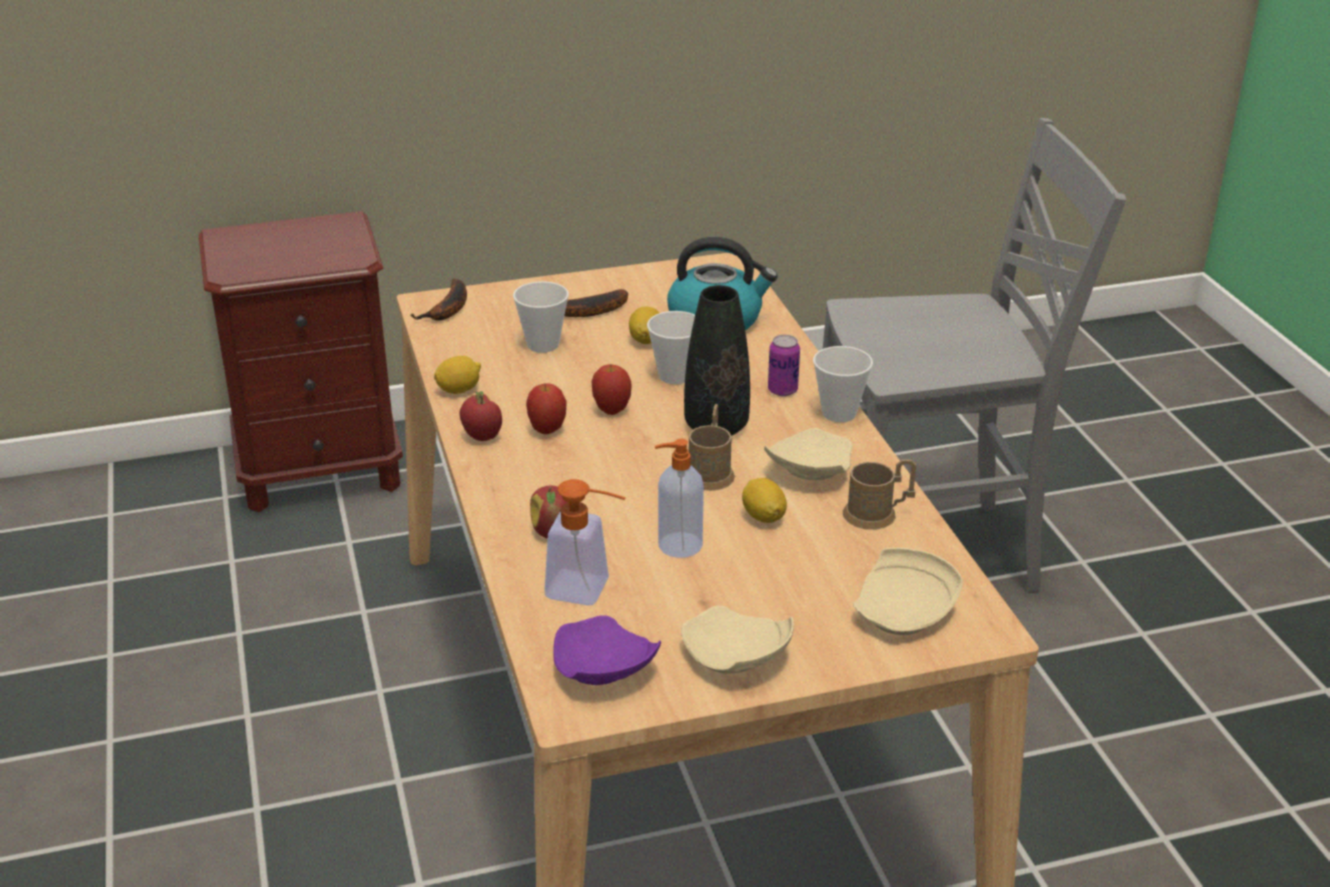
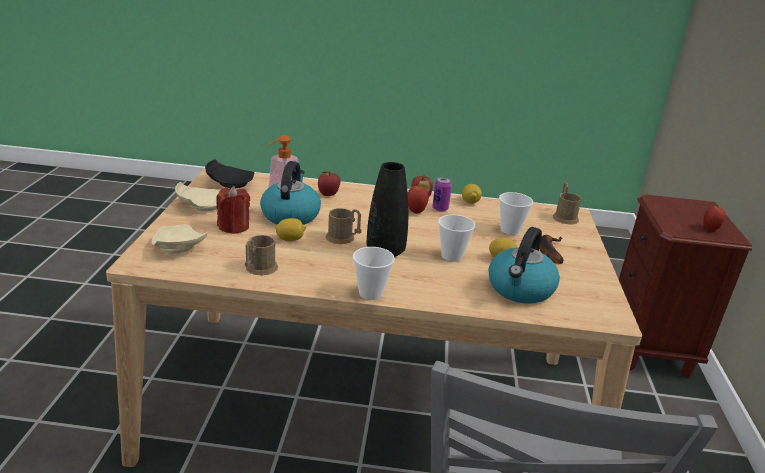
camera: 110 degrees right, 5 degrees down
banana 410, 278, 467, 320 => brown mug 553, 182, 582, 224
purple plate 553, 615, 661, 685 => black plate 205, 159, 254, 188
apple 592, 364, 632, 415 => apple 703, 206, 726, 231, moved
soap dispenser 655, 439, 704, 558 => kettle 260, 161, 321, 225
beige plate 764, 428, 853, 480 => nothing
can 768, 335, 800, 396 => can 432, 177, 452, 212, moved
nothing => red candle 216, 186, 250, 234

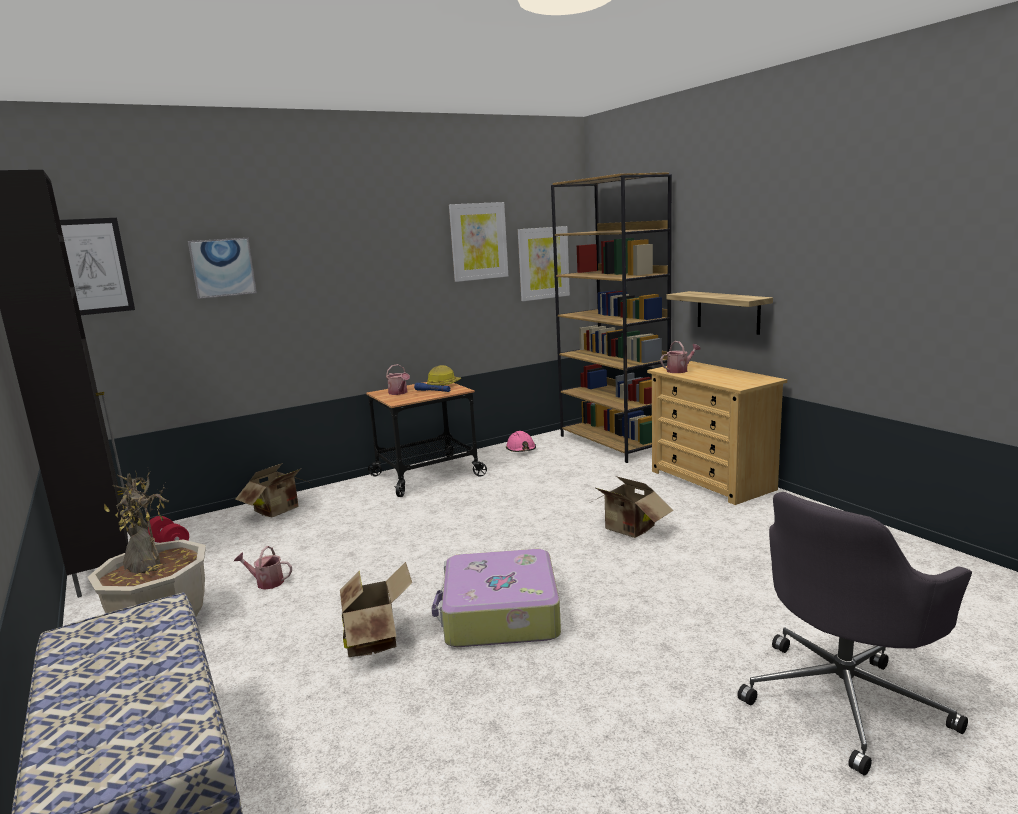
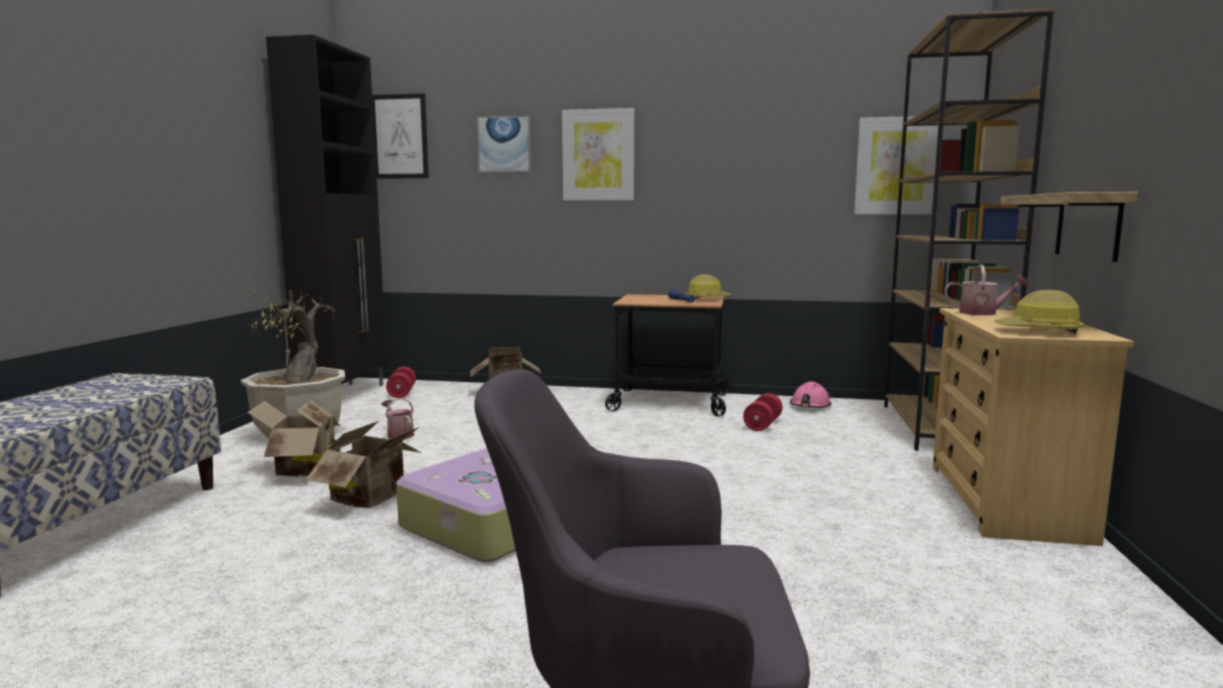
camera: 40 degrees right, 5 degrees down
watering can 386, 364, 410, 395 => nothing
picture 449, 202, 508, 282 => picture 562, 108, 634, 201, moved
cardboard box 590, 476, 674, 538 => cardboard box 247, 399, 340, 477, moved
nothing => red dumbbell 743, 393, 783, 431
nothing => hard hat 994, 290, 1084, 334

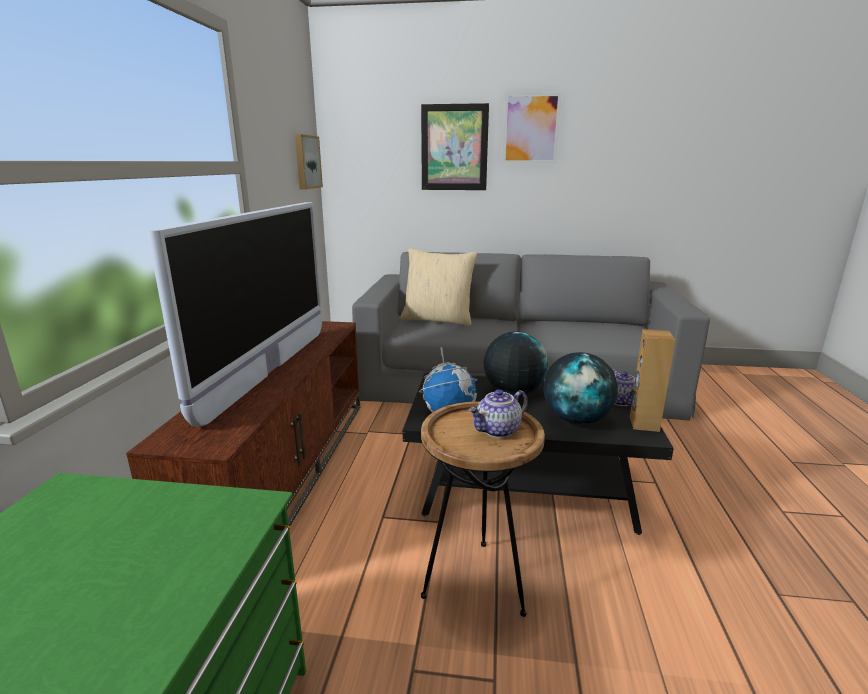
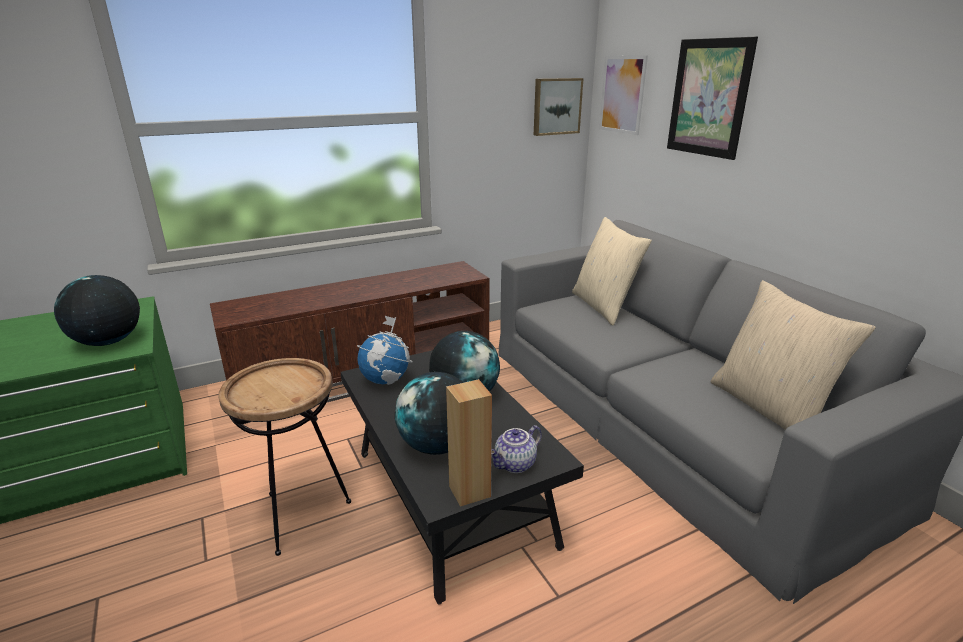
camera: 55 degrees right, 5 degrees up
television 147, 202, 322, 427 => nothing
teapot 468, 389, 528, 438 => nothing
picture 502, 93, 562, 164 => picture 599, 55, 648, 135, moved
nothing => globe 54, 275, 140, 346
nothing => beige pillow 711, 280, 876, 430

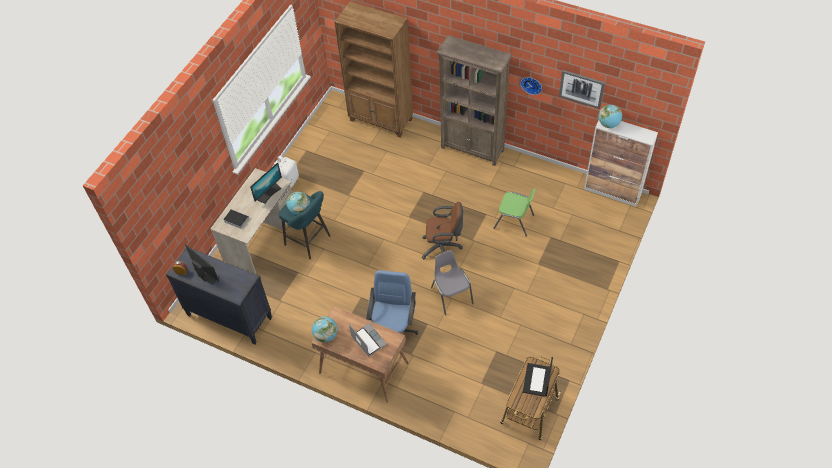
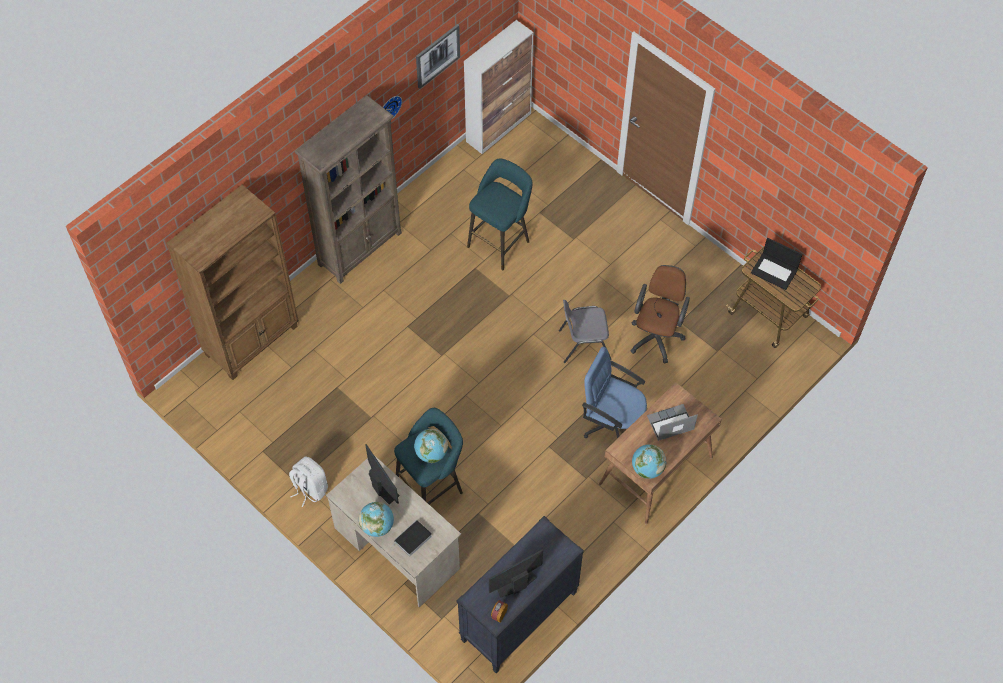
camera: 75 degrees left, 5 degrees up
brown office chair 422, 202, 463, 259 => brown office chair 630, 265, 690, 363, moved
green chair 494, 188, 536, 237 => turquoise stool 467, 159, 533, 270
globe 598, 105, 622, 128 => globe 359, 502, 394, 537, moved

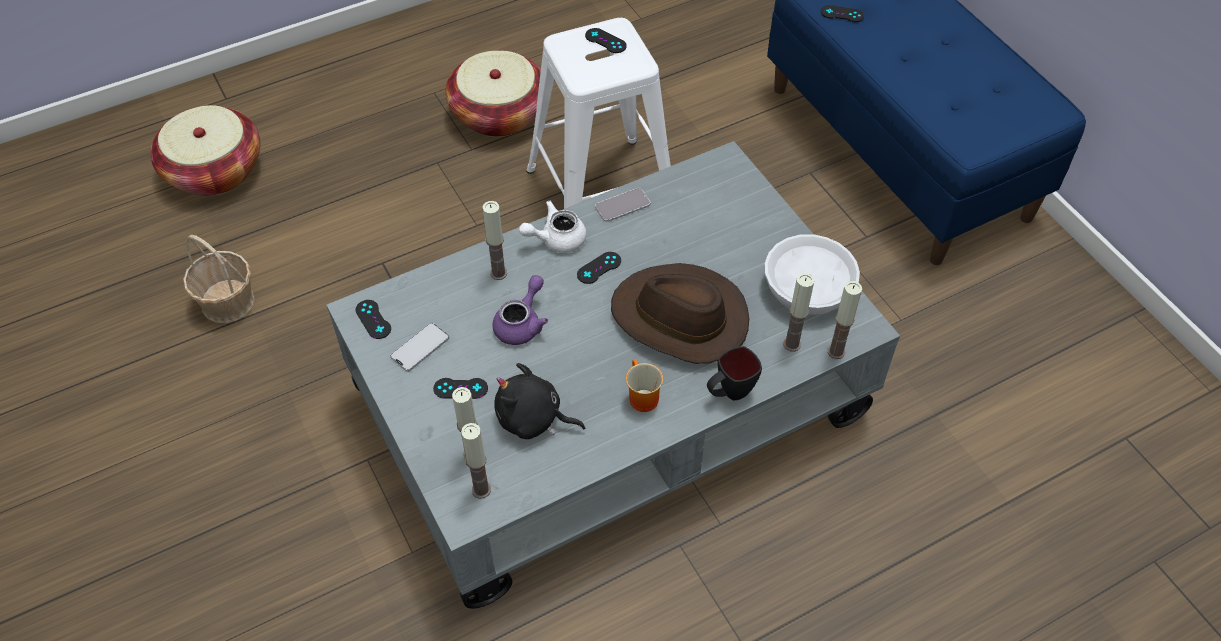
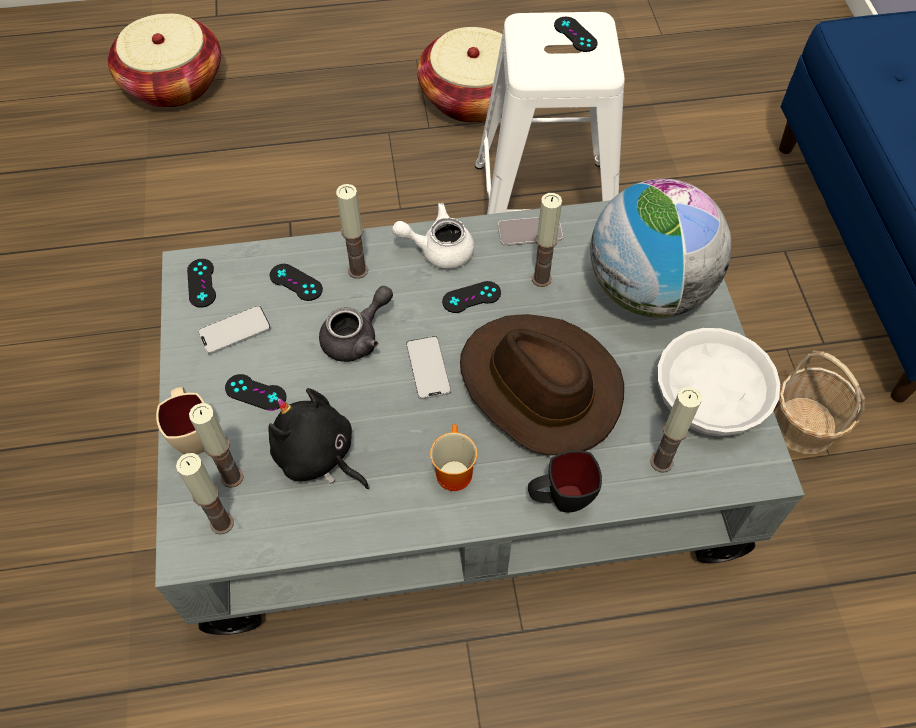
camera: 20 degrees right, 5 degrees up
basket 183, 235, 255, 323 => basket 774, 351, 865, 454, moved
purple teapot 492, 275, 548, 345 => grey teapot 319, 286, 393, 362
black game controller 821, 5, 864, 22 => black game controller 270, 264, 323, 301, moved
candle 827, 281, 862, 359 => candle 532, 193, 562, 287, moved
nothing => beige mug 156, 387, 205, 455
nothing => phone 406, 336, 451, 400
nothing => globe 590, 179, 732, 318

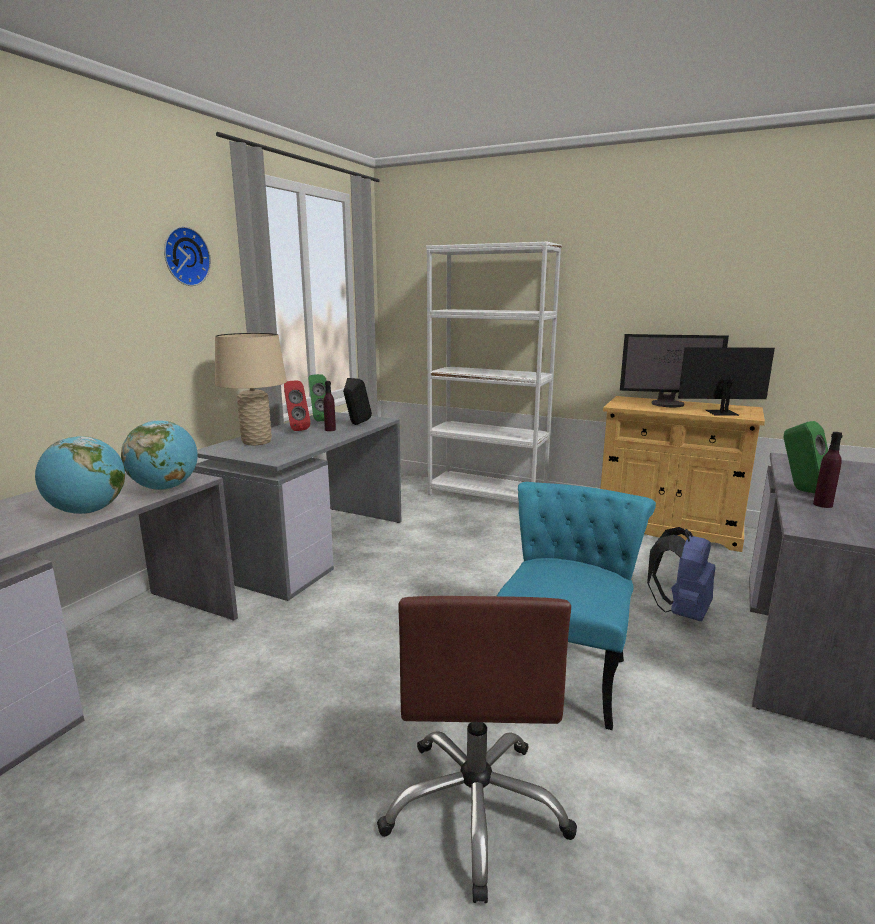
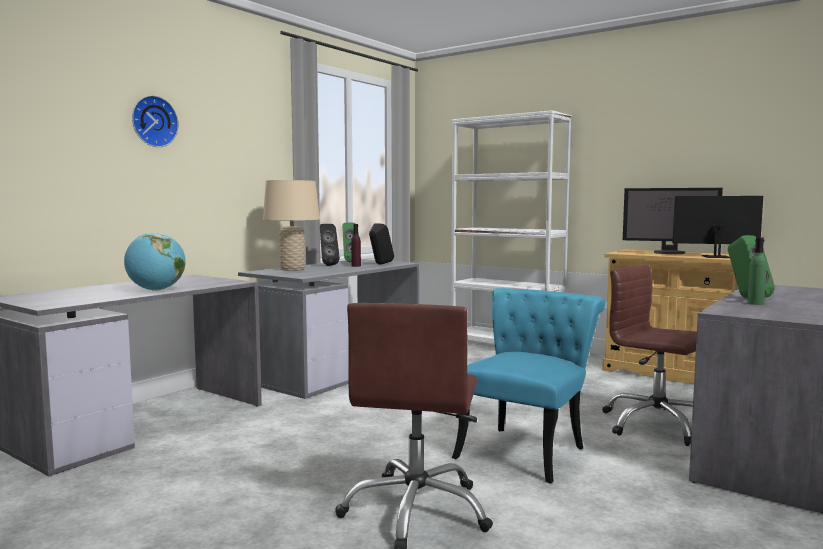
camera: 10 degrees right, 10 degrees down
globe 121, 420, 198, 490 => nothing
wall clock 164, 226, 211, 286 => wall clock 132, 95, 179, 147, moved
red speaker 284, 381, 311, 431 => black speaker 320, 224, 340, 266
blue backpack 647, 527, 715, 621 => brown office chair 602, 264, 697, 446
purple bottle 813, 432, 843, 508 => green bottle 747, 237, 767, 305

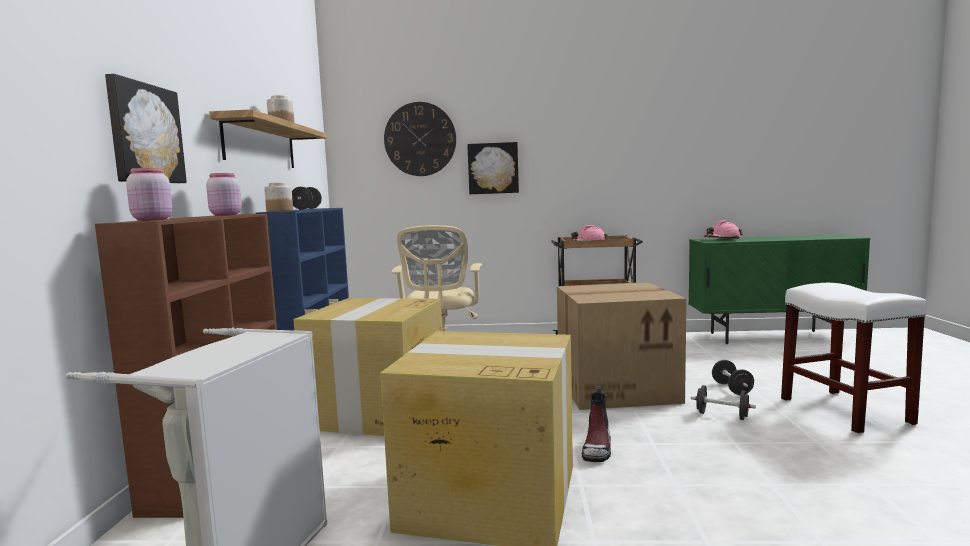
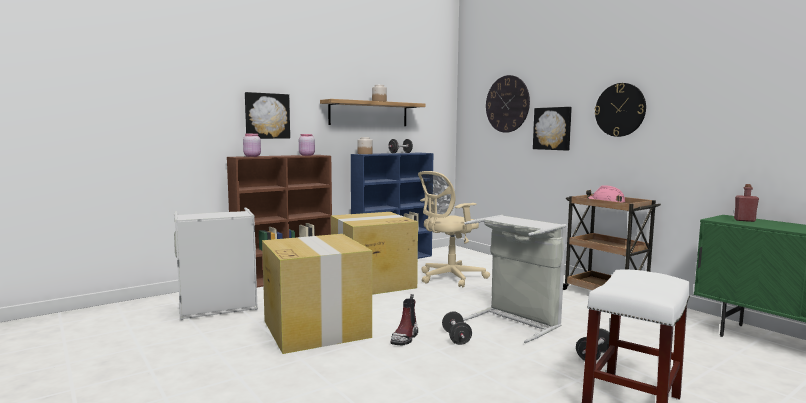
camera: 50 degrees right, 0 degrees up
cardboard box 557, 282, 687, 410 => grey laundry basket 463, 215, 567, 343
boot 582, 386, 611, 462 => boot 391, 294, 418, 345, 45 degrees counterclockwise
black dumbbell 691, 385, 756, 420 => black dumbbell 442, 311, 472, 345, moved
pink hard hat 704, 221, 743, 239 => red bottle 734, 184, 759, 222
nothing => wall clock 595, 83, 646, 137

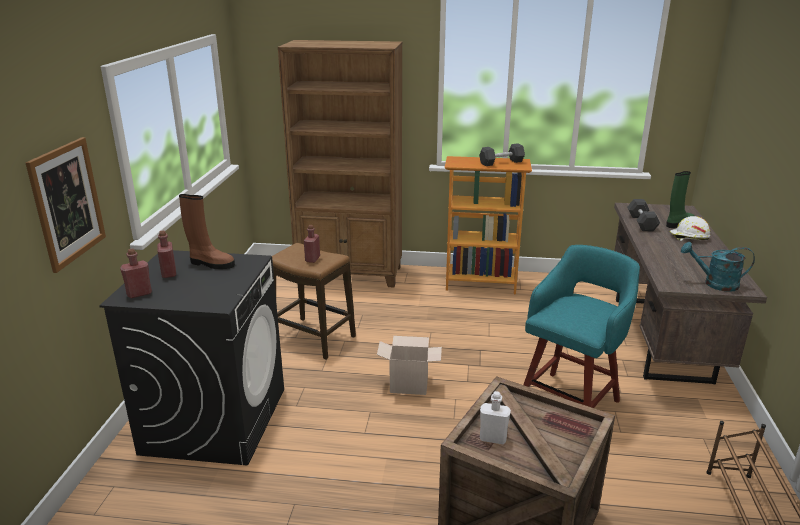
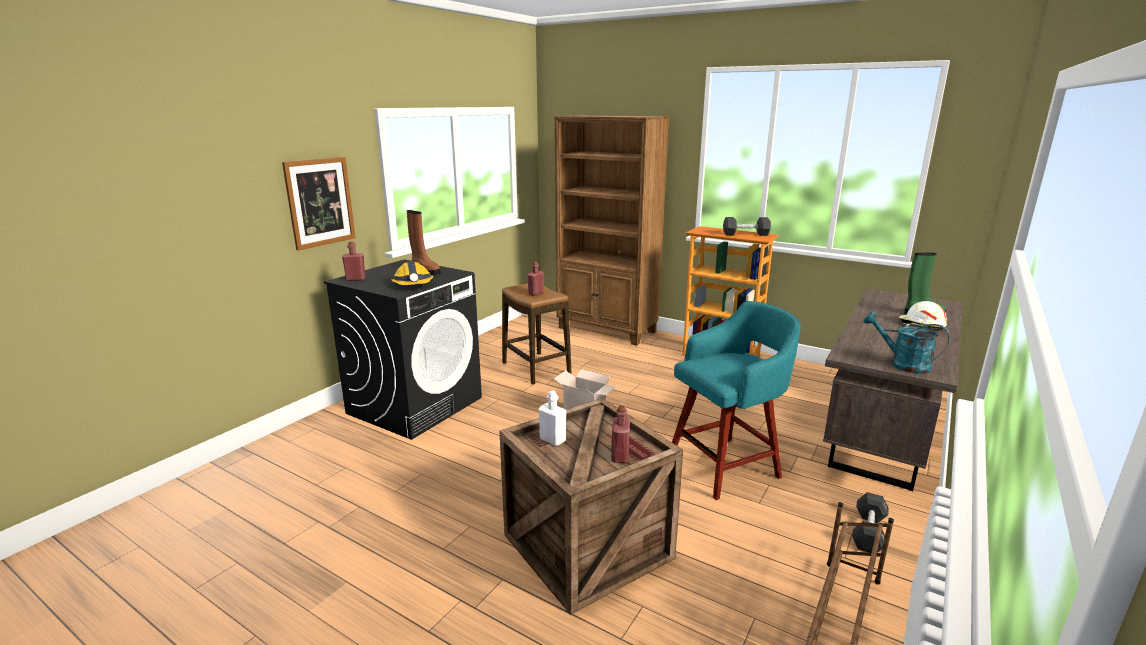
camera: 25 degrees right, 5 degrees down
red bottle 157, 231, 176, 278 => red bottle 611, 405, 630, 463, moved
black dumbbell 627, 199, 660, 231 => black dumbbell 852, 492, 889, 553, moved
nothing => hard hat 391, 261, 433, 285

